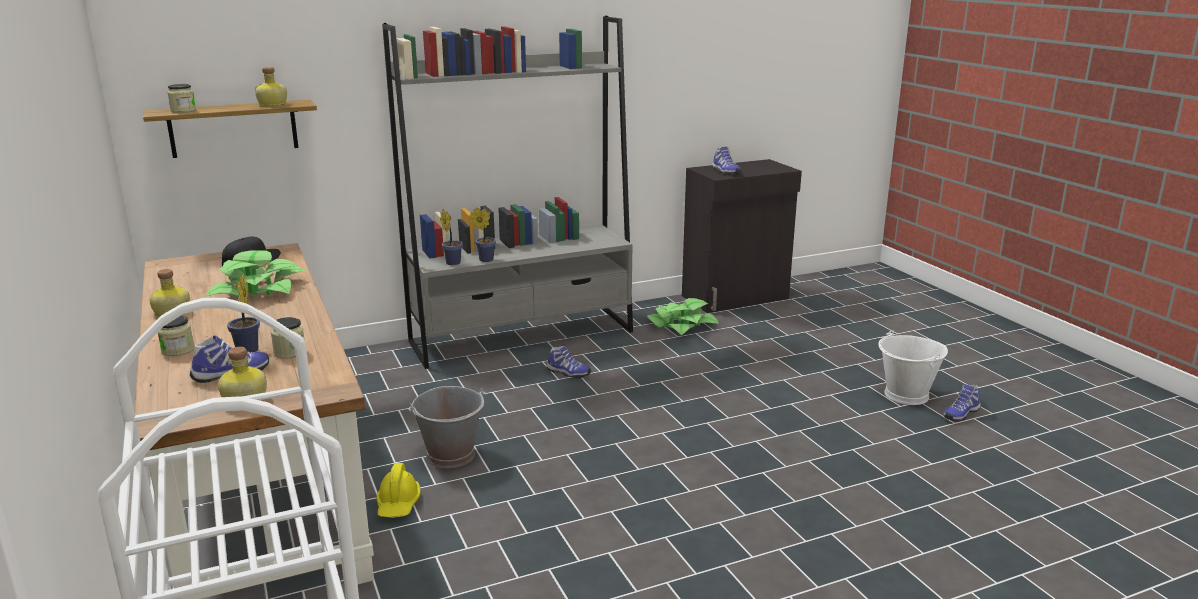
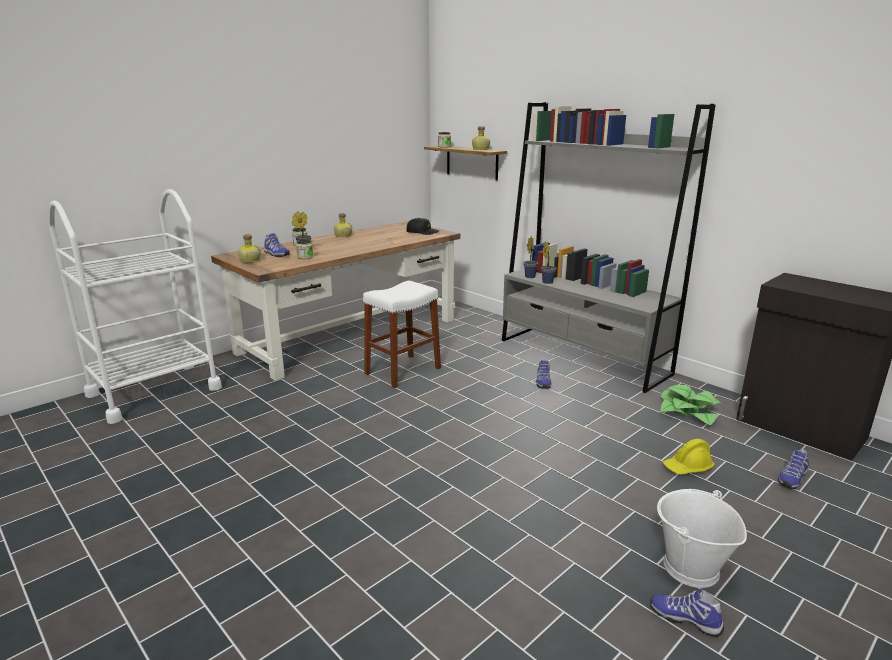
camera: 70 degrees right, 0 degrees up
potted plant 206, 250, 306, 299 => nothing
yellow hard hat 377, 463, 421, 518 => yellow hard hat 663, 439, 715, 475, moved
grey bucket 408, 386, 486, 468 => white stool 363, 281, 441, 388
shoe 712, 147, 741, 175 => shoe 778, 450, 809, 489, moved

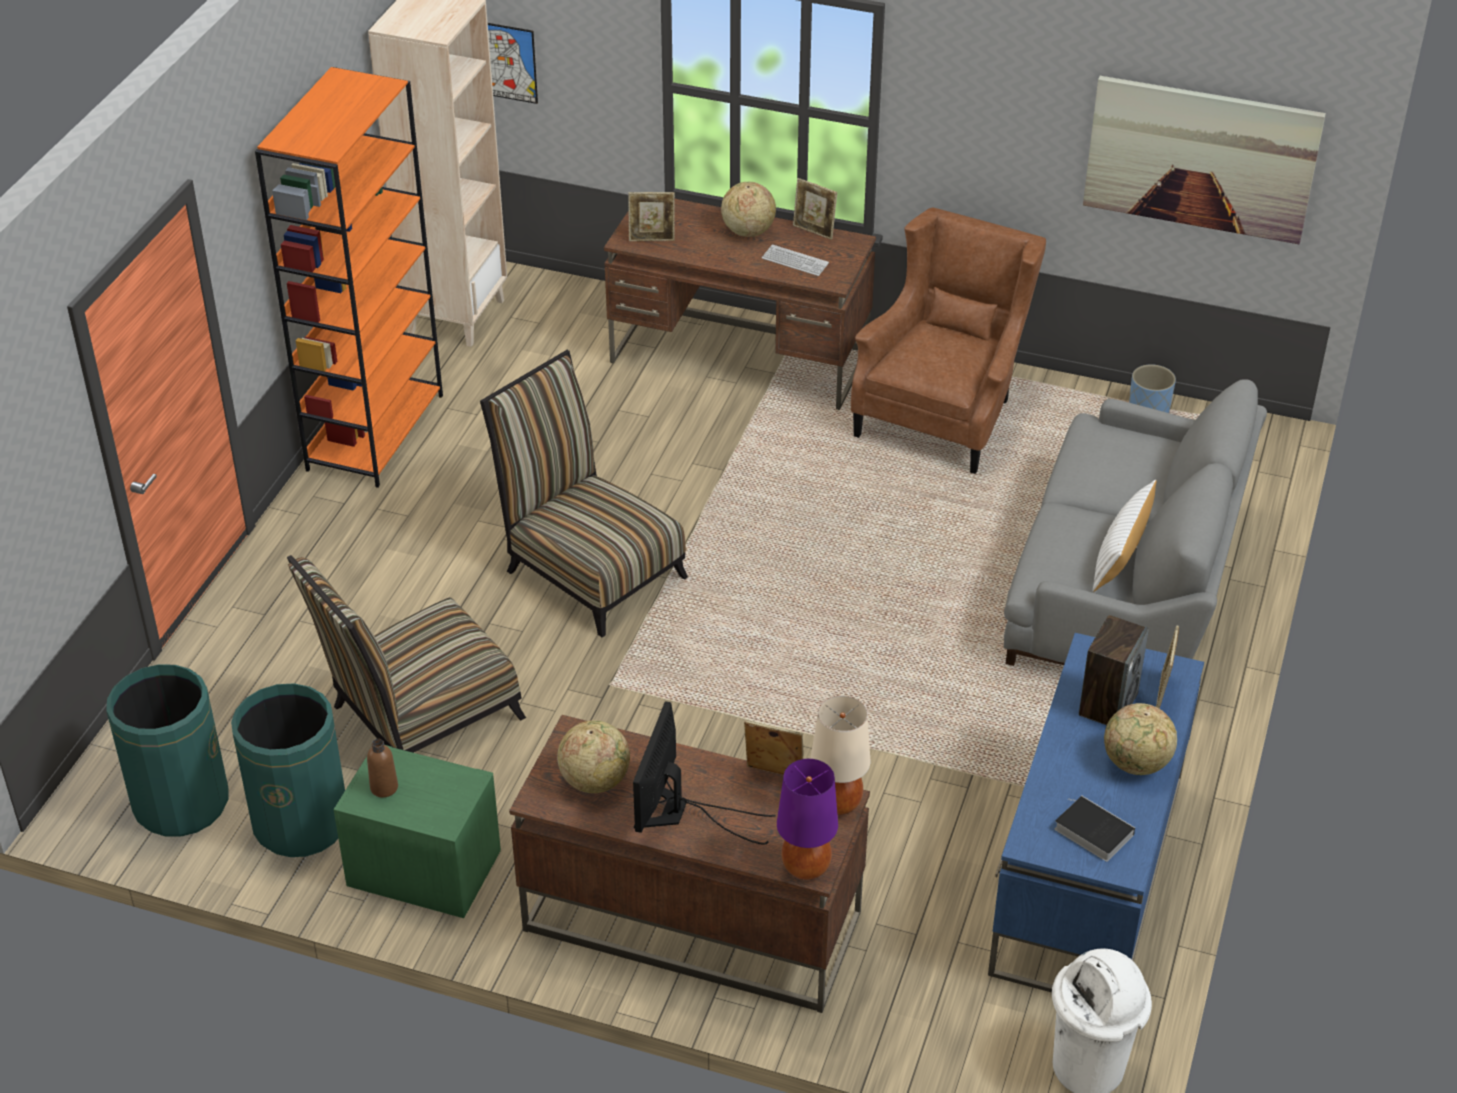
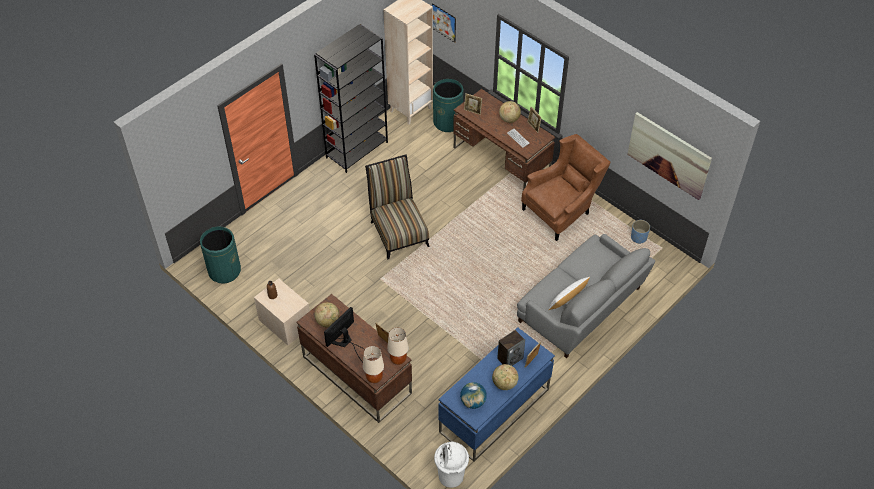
camera: 25 degrees right, 10 degrees up
green trash can 231, 683, 345, 857 => green trash can 433, 79, 463, 132, moved
orange bookcase 255, 67, 443, 488 => black bookcase 314, 24, 388, 173
chair 287, 555, 526, 753 => nothing
green nightstand 334, 745, 501, 918 => beige nightstand 254, 278, 310, 345
purple table lamp 777, 759, 838, 880 => beige table lamp 363, 346, 384, 383
book 1054, 796, 1135, 862 => globe 460, 382, 487, 409

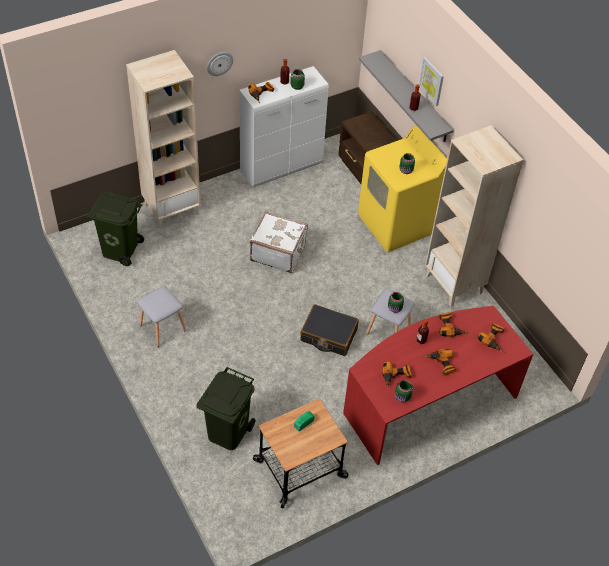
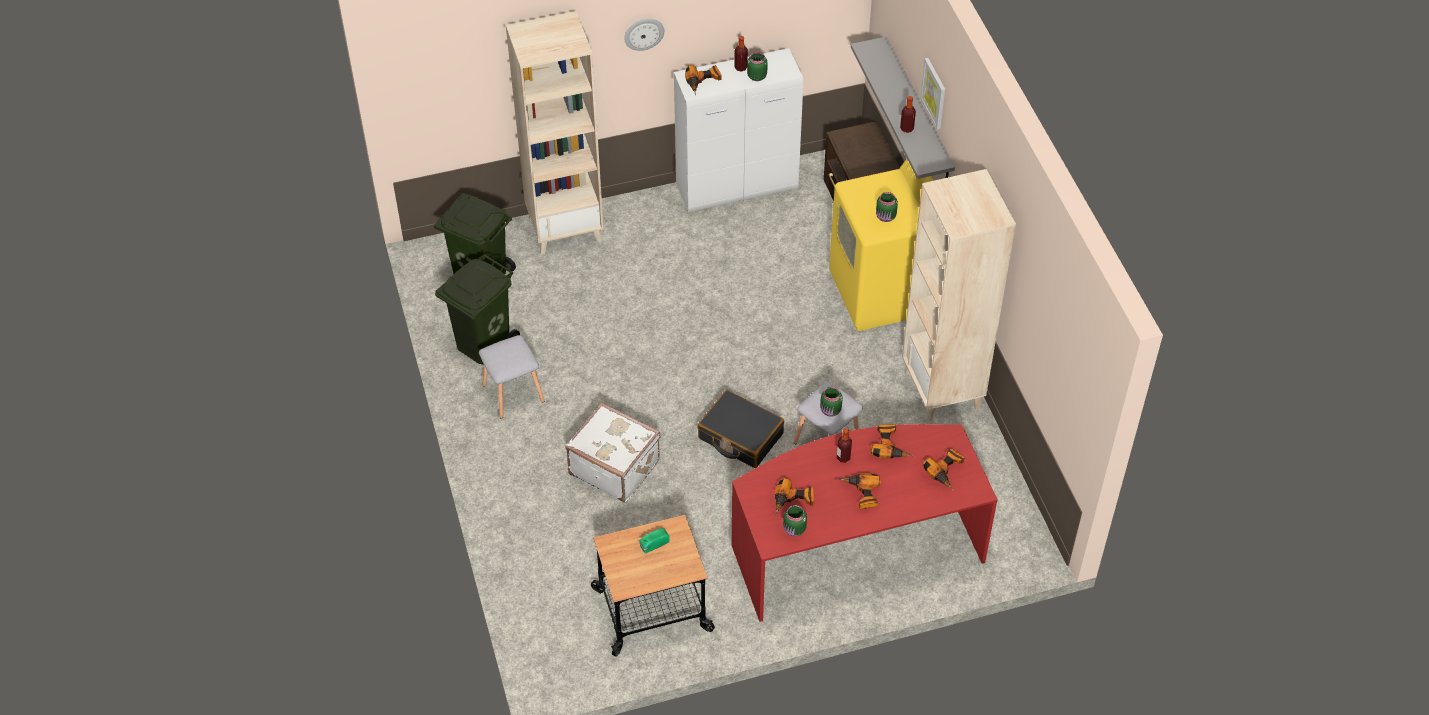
camera: 15 degrees right, 0 degrees up
green trash can 196, 367, 256, 450 => green trash can 435, 254, 520, 364, moved
white suitcase 250, 212, 308, 273 => white suitcase 566, 403, 661, 503, moved

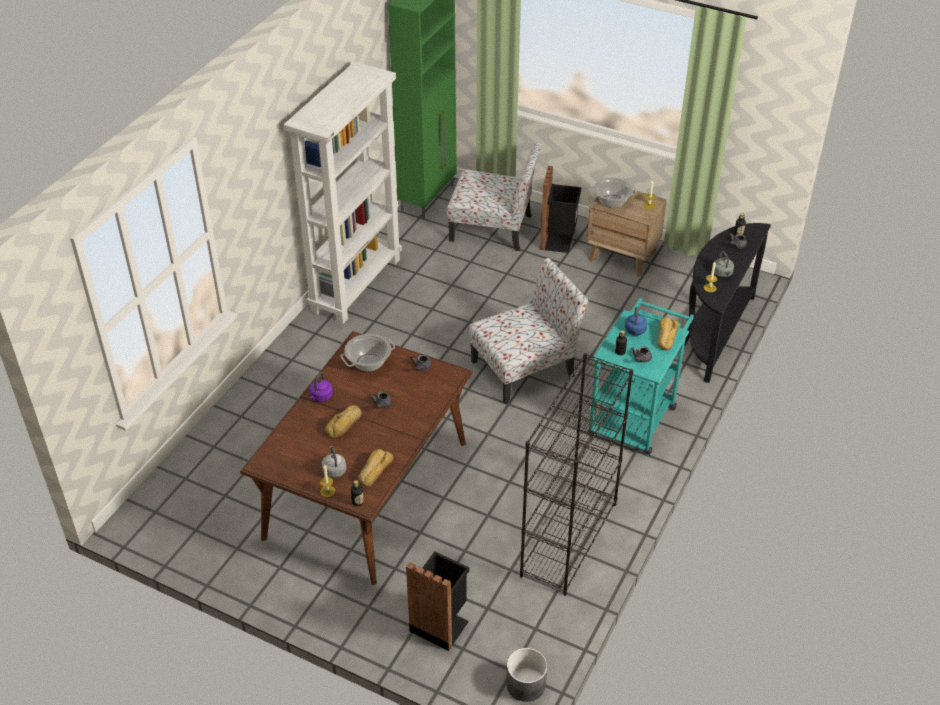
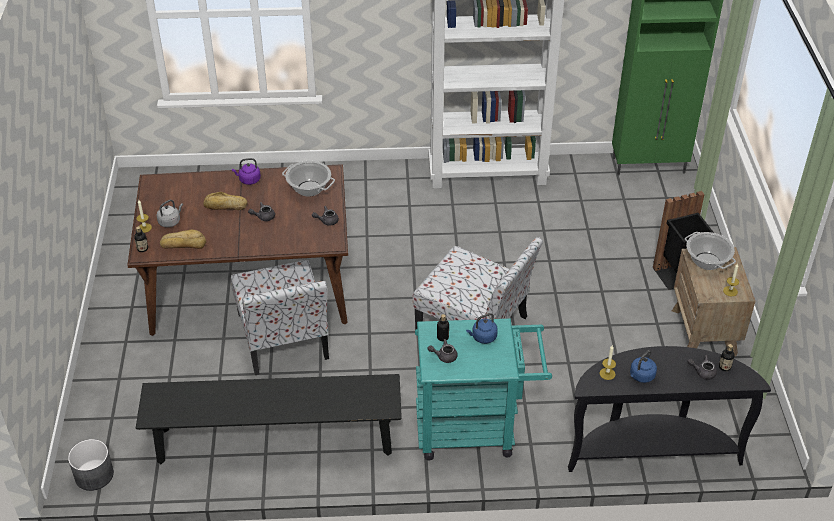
camera: 60 degrees right, 0 degrees up
black trash can 406, 551, 470, 651 => nothing
chair 447, 142, 542, 251 => chair 231, 260, 329, 375, moved
black bookcase 520, 353, 633, 596 => black bench 136, 374, 402, 464
bread 657, 317, 679, 350 => nothing
grey kettle 714, 251, 734, 277 => blue kettle 630, 350, 657, 383

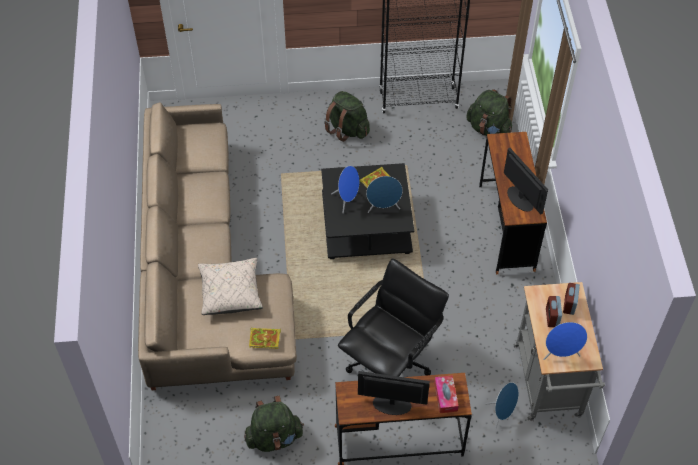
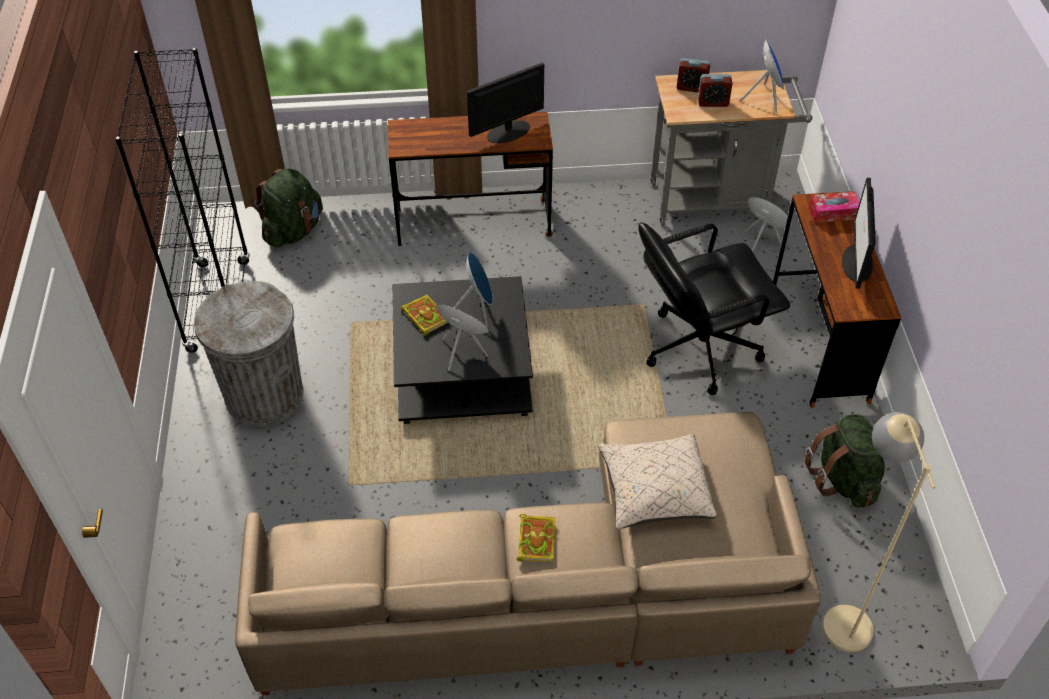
camera: 90 degrees left, 5 degrees down
book 249, 328, 281, 349 => book 517, 514, 556, 562, moved
green backpack 324, 91, 370, 142 => grey trash can 194, 281, 303, 426
black office chair 338, 258, 449, 377 => black office chair 638, 222, 790, 395, 60 degrees counterclockwise
nothing => beige floor lamp 822, 412, 935, 652

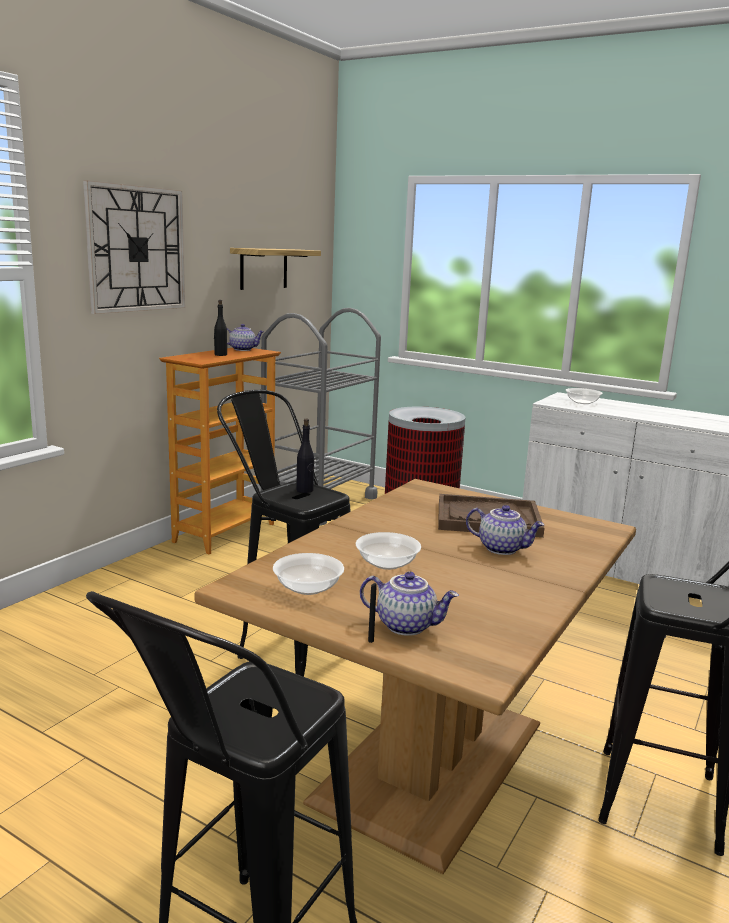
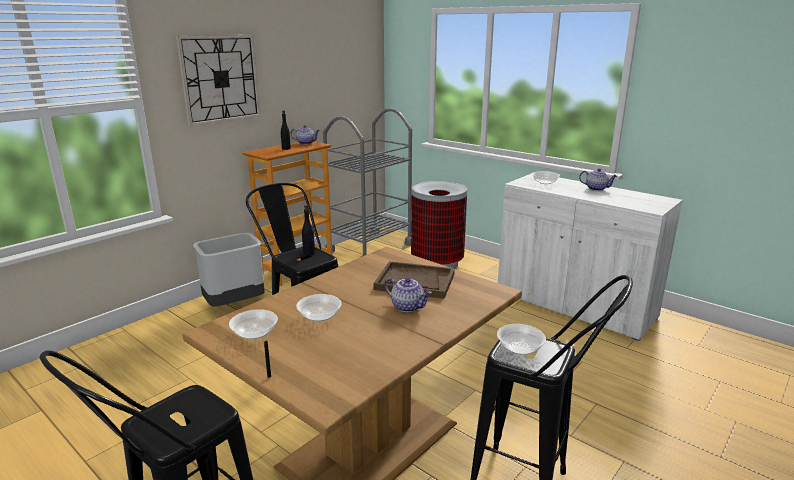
camera: 10 degrees right, 5 degrees up
shelf 230, 248, 321, 290 => nothing
teapot 360, 571, 459, 636 => teapot 579, 168, 617, 191, moved
nothing => grey trash can 193, 233, 265, 307
nothing => bowl 497, 324, 546, 355

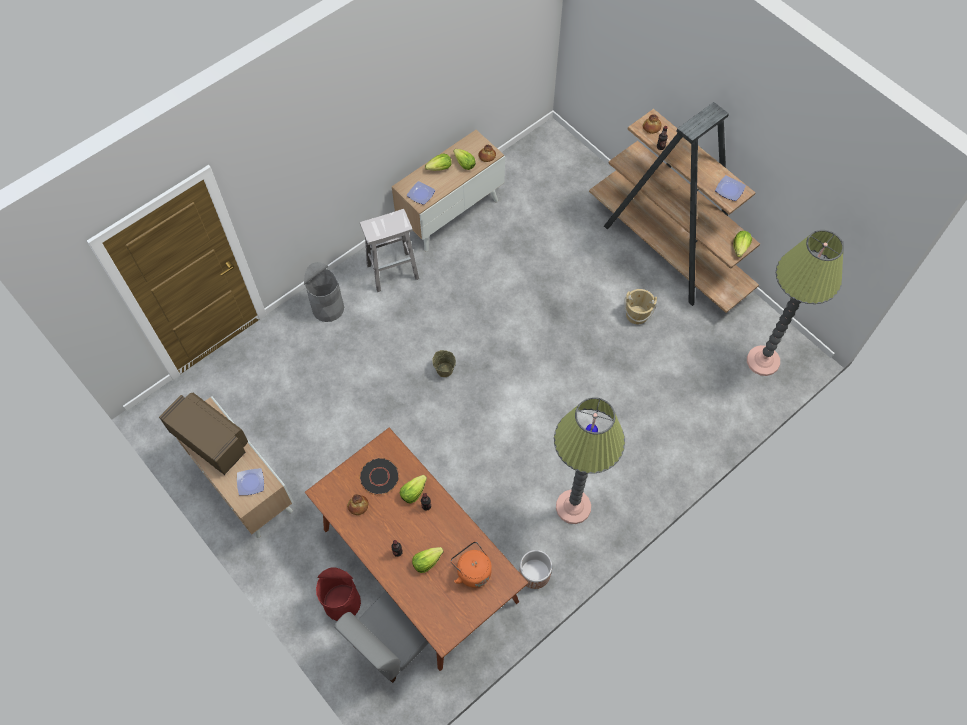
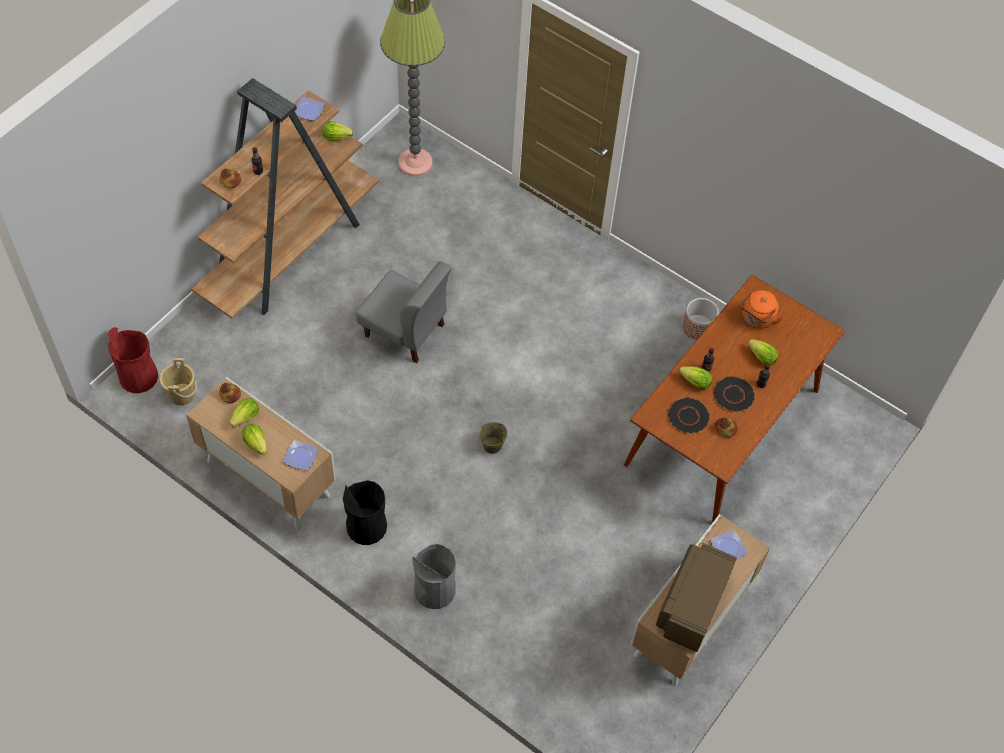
camera: 105 degrees left, 5 degrees down
red trash can 316, 567, 361, 621 => red trash can 108, 327, 158, 393, moved
grey chair 334, 591, 429, 683 => grey chair 356, 261, 452, 363, moved
white stool 360, 209, 419, 292 => black trash can 343, 480, 387, 545
floor lamp 554, 397, 625, 524 => nothing
beige bucket 625, 289, 657, 324 => beige bucket 160, 358, 197, 406, moved
nothing => black plate 713, 376, 755, 412

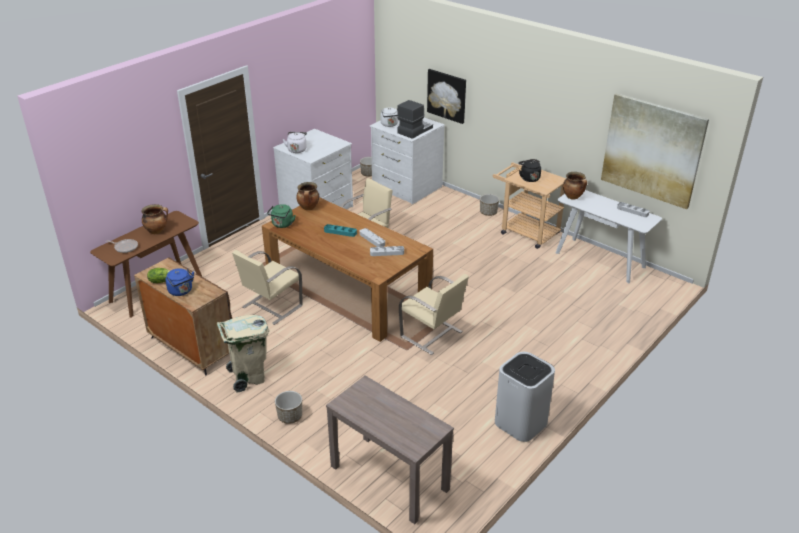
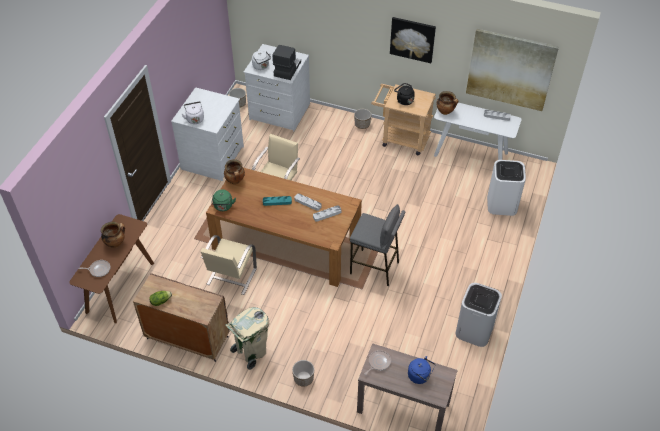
camera: 20 degrees left, 15 degrees up
blue kettle 166, 268, 194, 296 => blue kettle 408, 356, 435, 384, moved
beige chair 399, 274, 469, 355 => grey stool 350, 204, 405, 286
picture 427, 69, 466, 124 => picture 390, 17, 436, 63, moved
nothing => frying pan 365, 350, 391, 375
nothing => white trash can 487, 160, 526, 216

